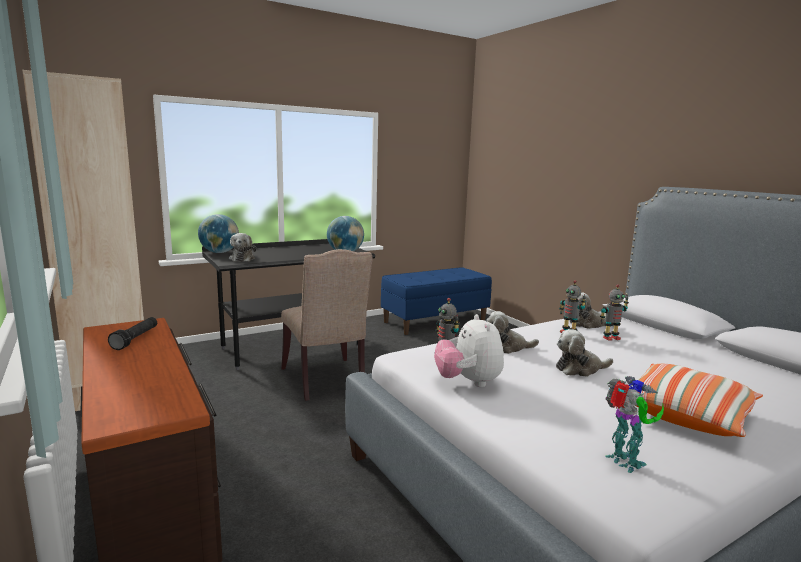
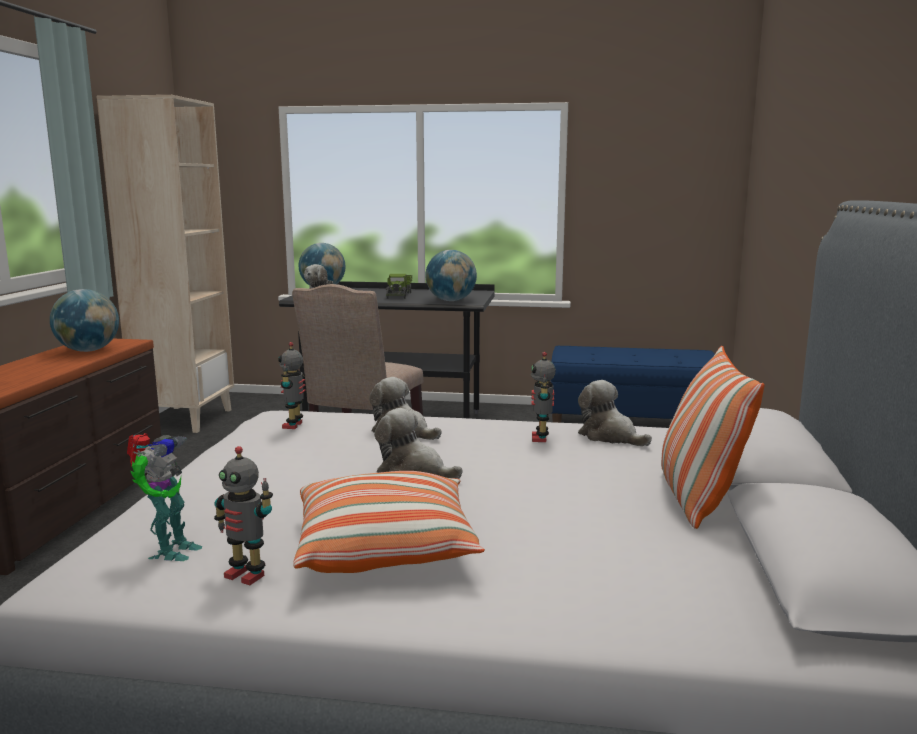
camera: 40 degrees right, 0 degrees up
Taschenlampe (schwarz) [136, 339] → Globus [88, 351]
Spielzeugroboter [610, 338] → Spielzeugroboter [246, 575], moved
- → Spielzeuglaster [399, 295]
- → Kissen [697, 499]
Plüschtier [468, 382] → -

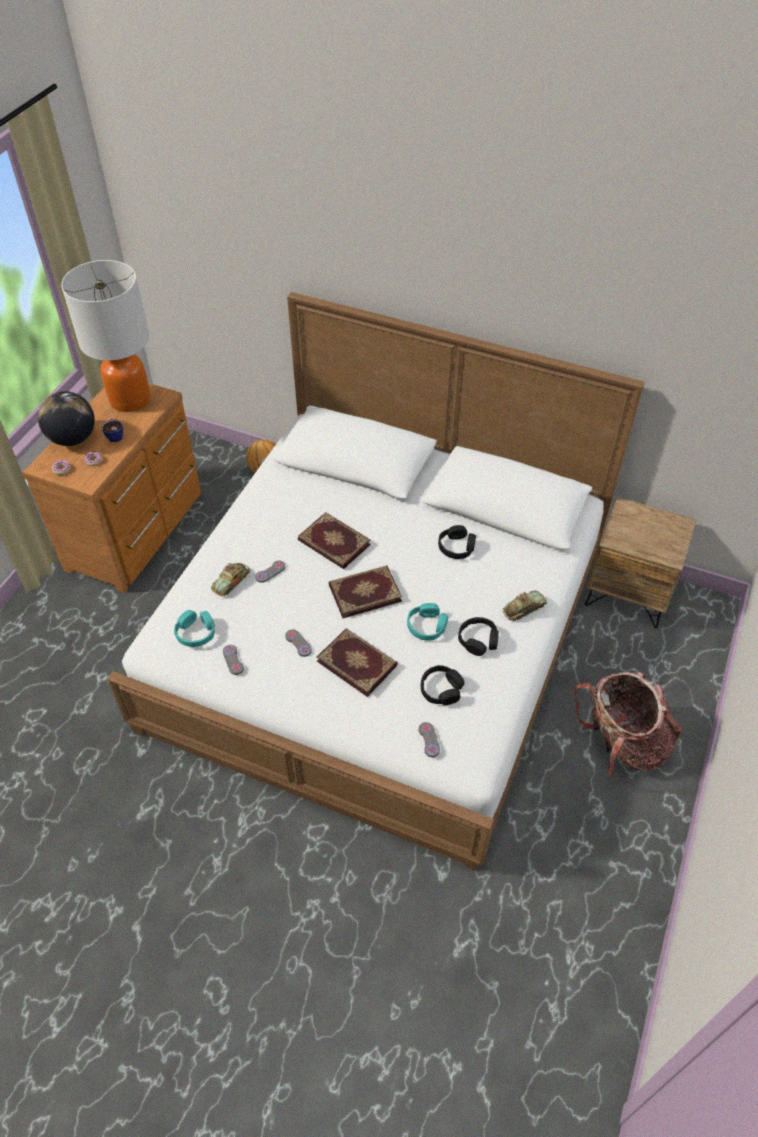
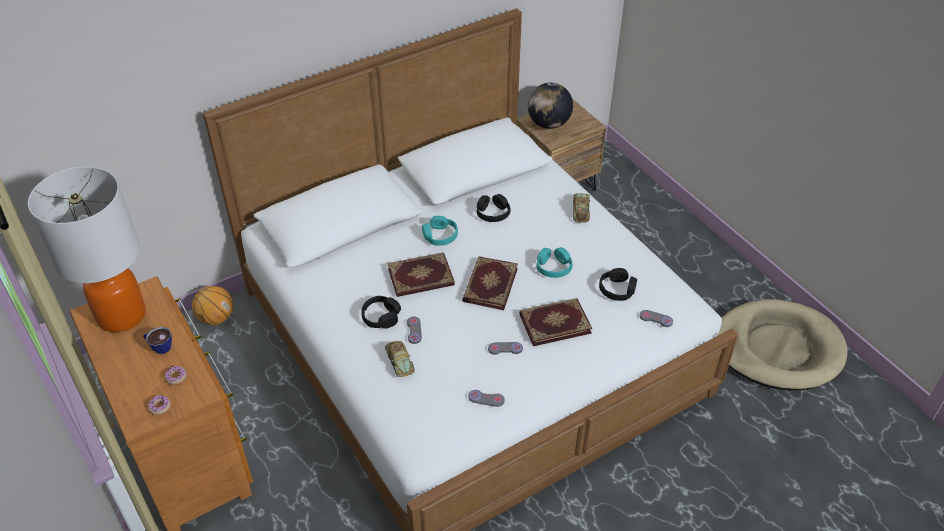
camera: 55 degrees left, 5 degrees down
Kopfhörer (schwarz) [478, 640] → Kopfhörer (schwarz) [381, 317], moved
Kopfhörer (türkis) [196, 633] → Kopfhörer (türkis) [440, 236], moved
Globus [73, 439] → Globus [548, 124], moved
- → Hundebett (beige) [778, 348]
Rucksack [621, 744] → -

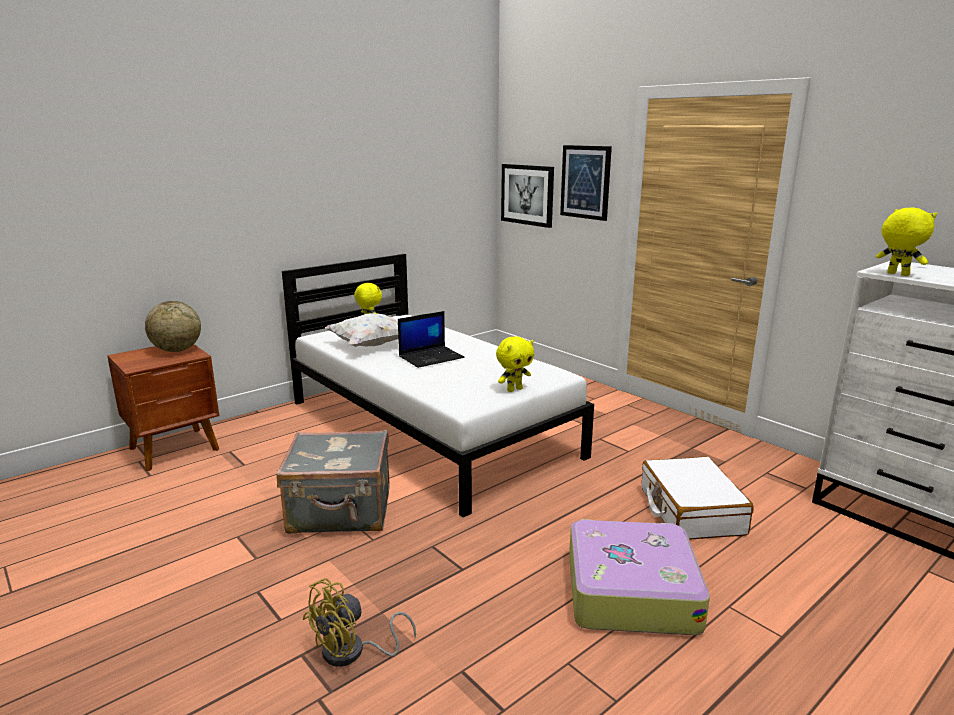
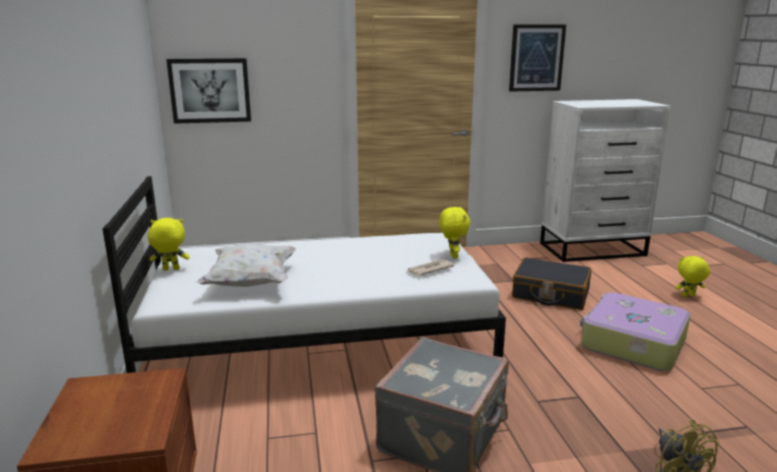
camera: 60 degrees left, 0 degrees up
- → Zeitung [429, 269]
Bild [585, 182] → Bild [536, 58], moved
Koffer (weiß) [690, 511] → Koffer (schwarz) [550, 294]
Plüschtier (gelb) [897, 274] → Plüschtier (gelb) [688, 296], moved
Globus [177, 350] → -
Laptop [431, 357] → -

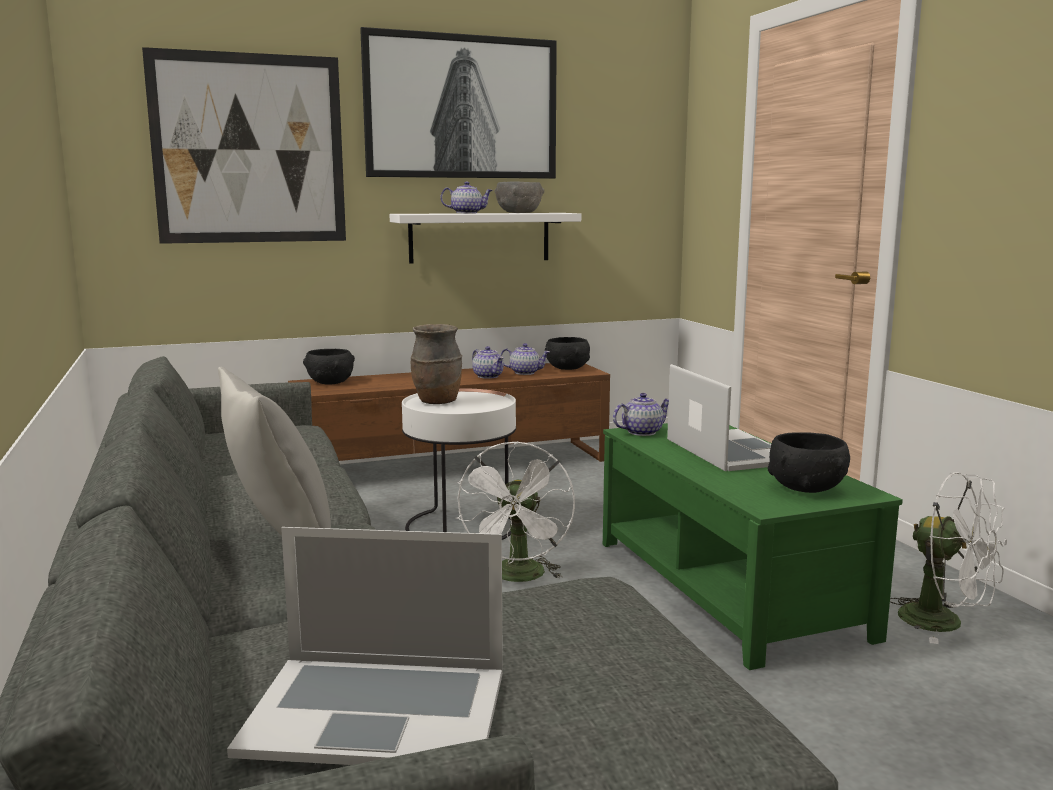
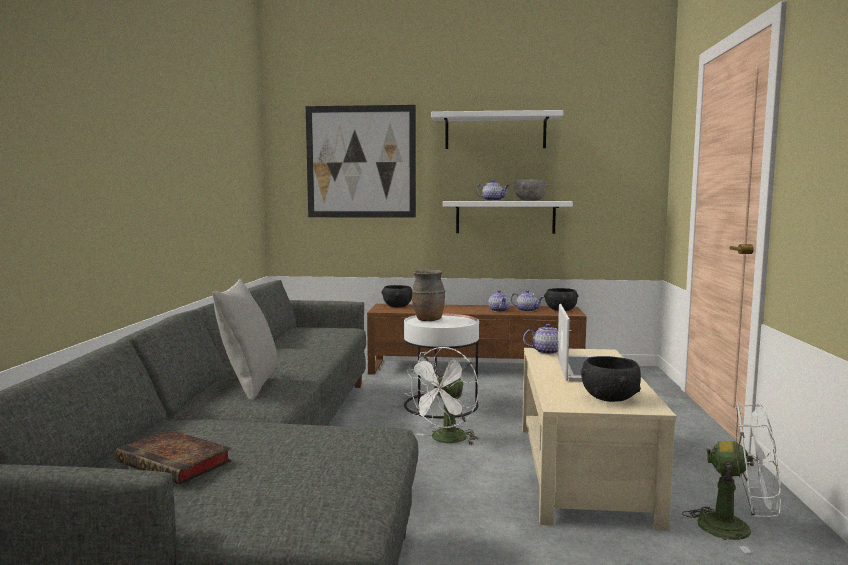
camera: 25 degrees right, 5 degrees down
Laptop [377, 710] → Buch [177, 463]
Bild [461, 107] → Wandregal (weiß) [495, 131]
Couchtisch (grün) [724, 587] → Couchtisch (beige) [580, 471]
Ventilator (weiß) [945, 623] → Ventilator (weiß) [737, 529], 45 degrees counterclockwise

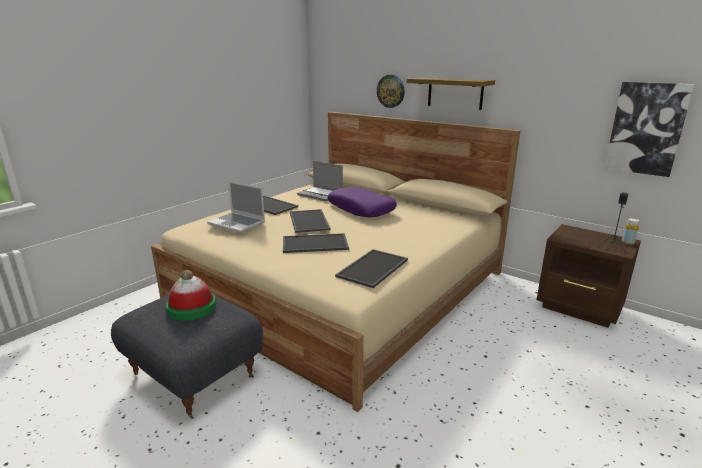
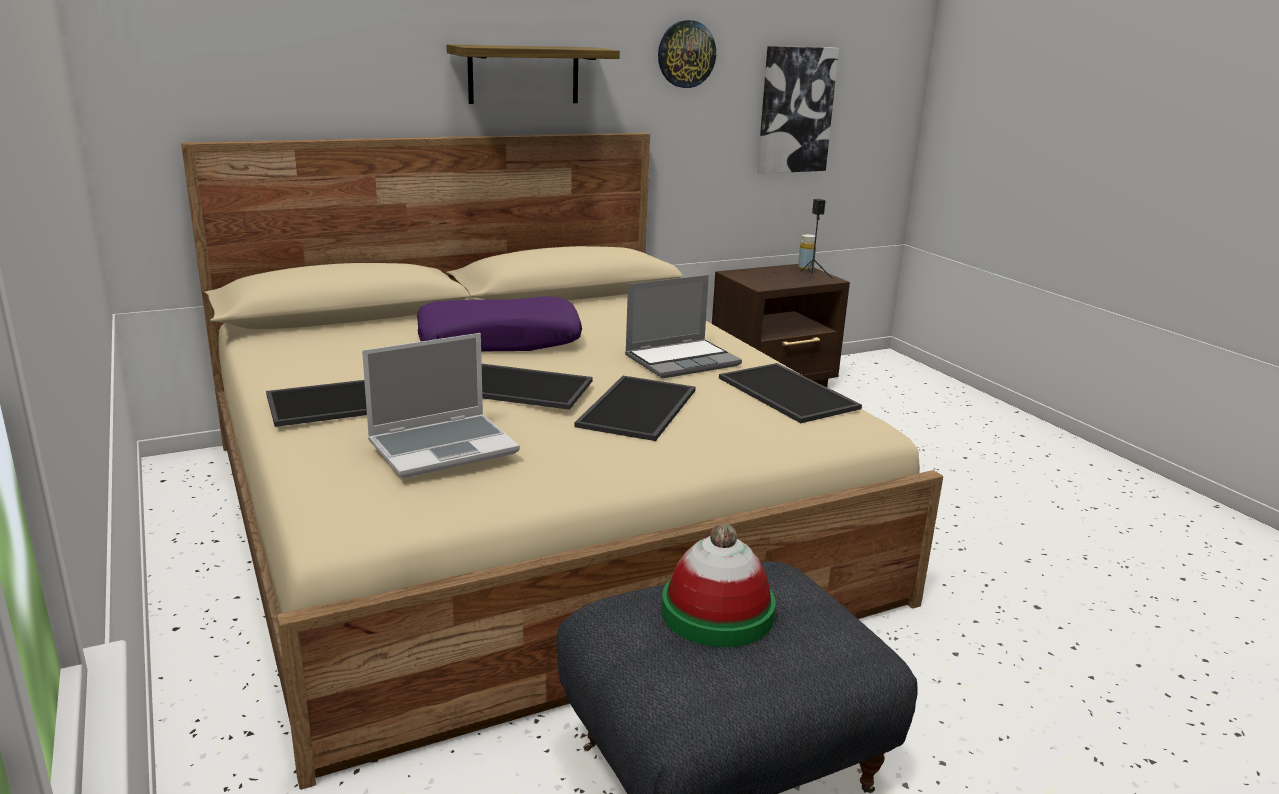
camera: 65 degrees left, 0 degrees up
Laptop [321, 195] → Laptop [682, 360], moved
Wanduhr [391, 91] → Wanduhr [686, 54], moved

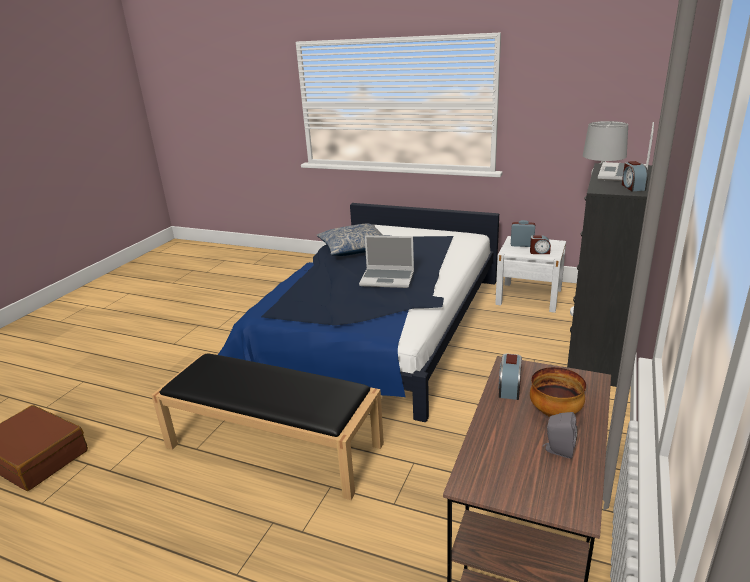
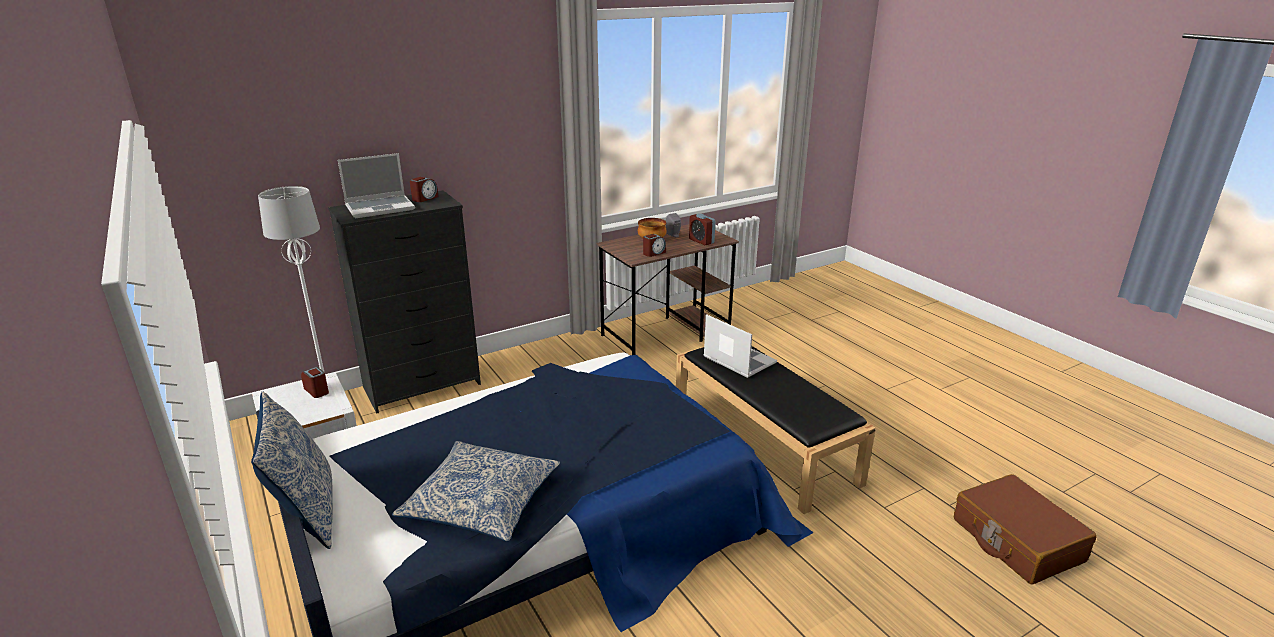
camera: 145 degrees left, 0 degrees up
- → Kissen [306, 514]
Wecker [522, 245] → Wecker [701, 241], moved
Laptop [388, 279] → Laptop [738, 360], moved

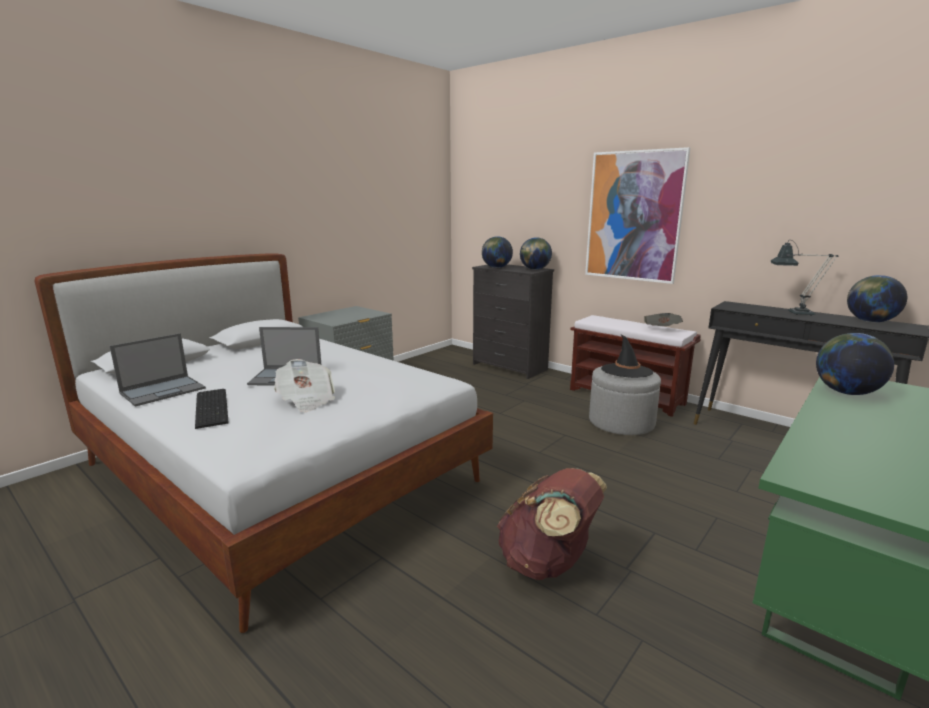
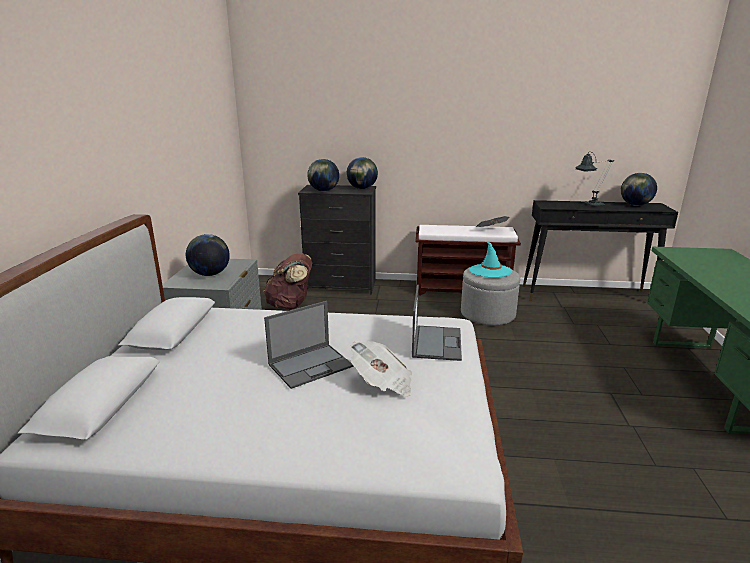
camera: 35 degrees left, 5 degrees up
Globus [846, 392] → Globus [210, 274], moved
Rucksack (braun) [547, 563] → Rucksack (braun) [291, 305], moved
Laptop [164, 390] → Laptop [436, 342], moved
Hut (schwarz) [626, 371] → Hut (türkis) [490, 271]
Tastatur [213, 407] → -
Bild [634, 216] → -

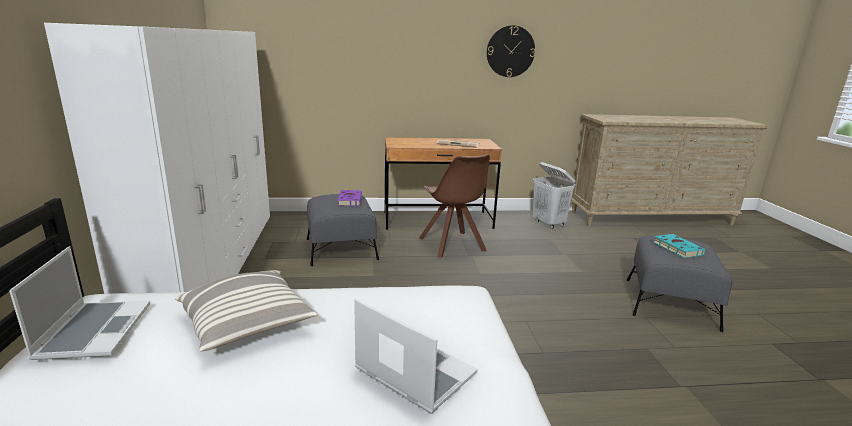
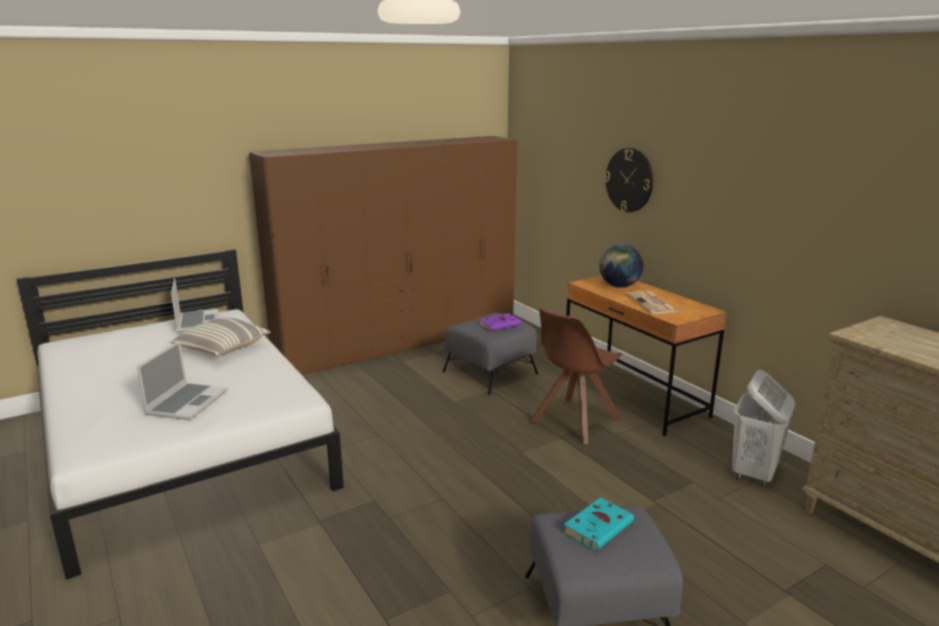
camera: 65 degrees right, 0 degrees up
Laptop [94, 330] → Laptop [197, 322], 75 degrees counterclockwise
Kleiderschrank (weiß) [216, 268] → Kleiderschrank (braun) [400, 343]
- → Globus [619, 286]
Wanduhr [510, 51] → Wanduhr [629, 180], moved

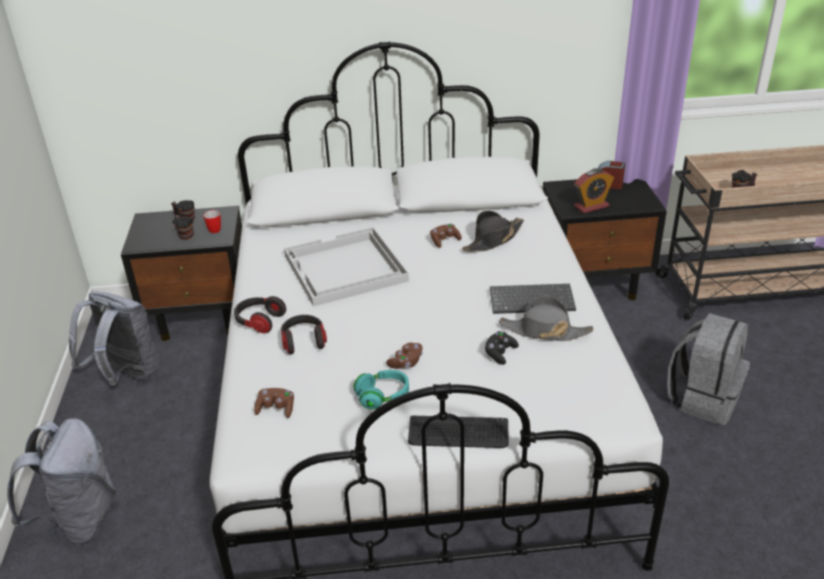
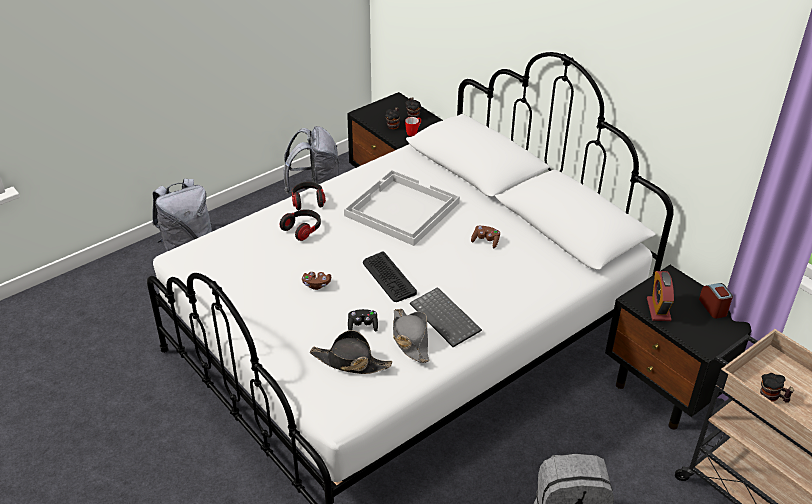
camera: 55 degrees right, 5 degrees up
Hut (schwarz) [493, 240] → Hut (schwarz) [350, 362], moved
Tastatur [458, 433] → Tastatur [388, 277], moved
Wecker [591, 206] → Wecker [658, 309], 60 degrees clockwise
Gamepad (braun) [276, 409] → -
Kopfhörer (türkis) [383, 397] → -

